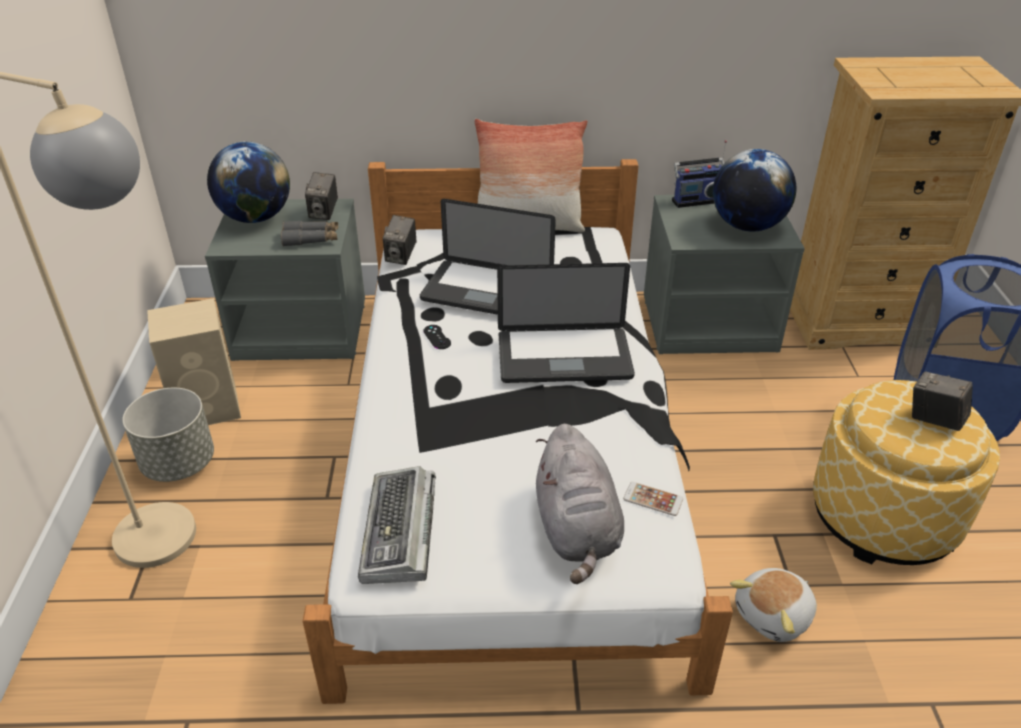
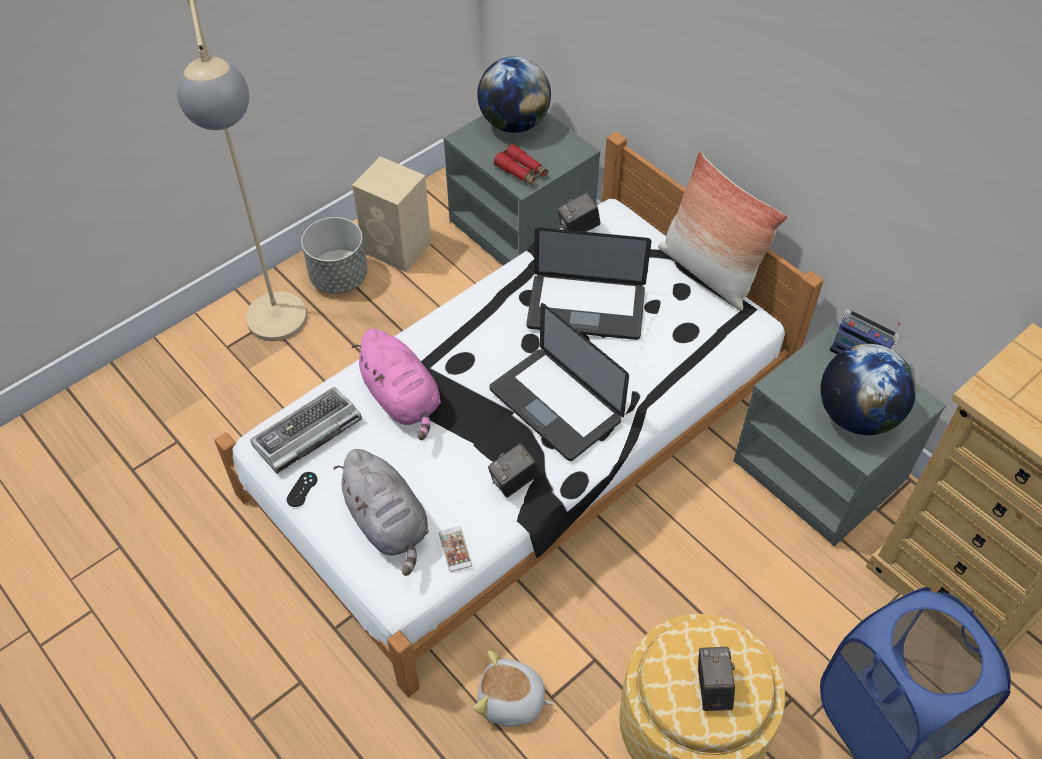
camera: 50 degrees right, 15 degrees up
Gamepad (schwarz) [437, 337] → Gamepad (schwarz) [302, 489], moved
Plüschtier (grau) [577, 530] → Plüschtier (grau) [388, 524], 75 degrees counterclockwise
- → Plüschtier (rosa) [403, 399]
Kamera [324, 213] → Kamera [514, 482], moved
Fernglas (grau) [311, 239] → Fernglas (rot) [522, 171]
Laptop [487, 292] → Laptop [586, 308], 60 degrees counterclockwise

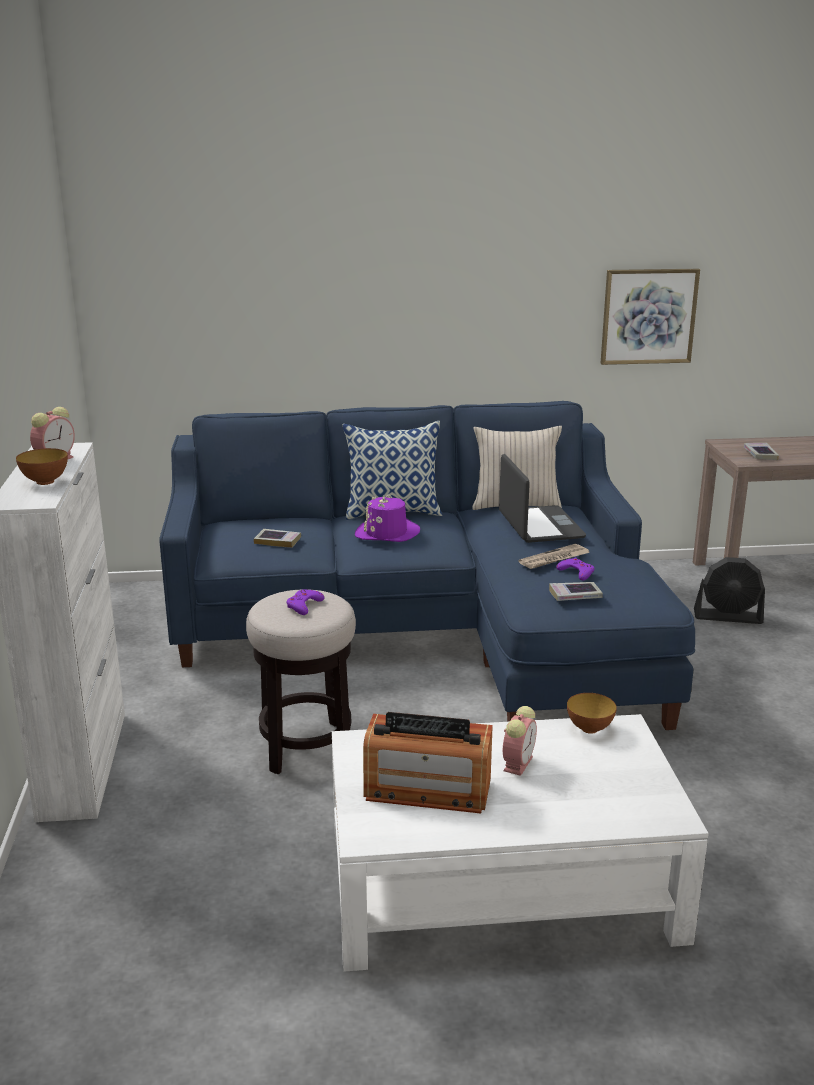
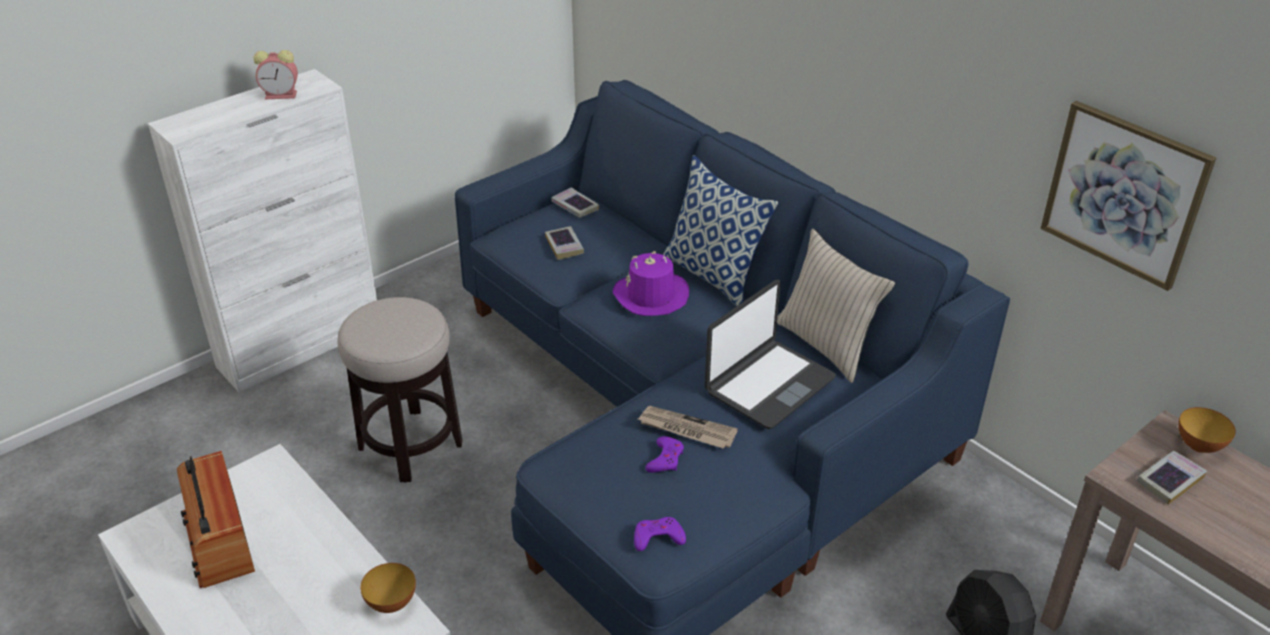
camera: 55 degrees right, 15 degrees up
Buch [575, 595] → Buch [575, 206], moved
Gamepad (lila) [304, 605] → Gamepad (lila) [658, 537], moved
Schüssel [45, 482] → Schüssel [1198, 446], moved
Wecker [518, 762] → -

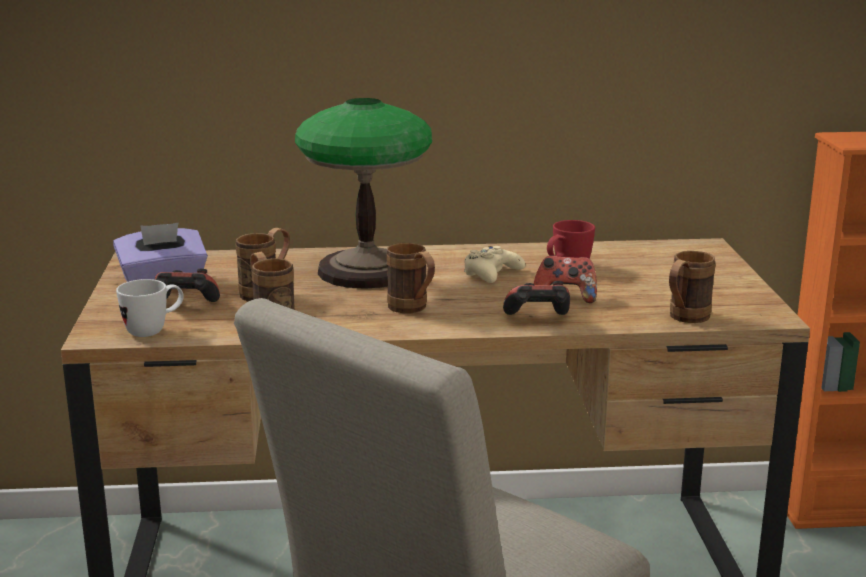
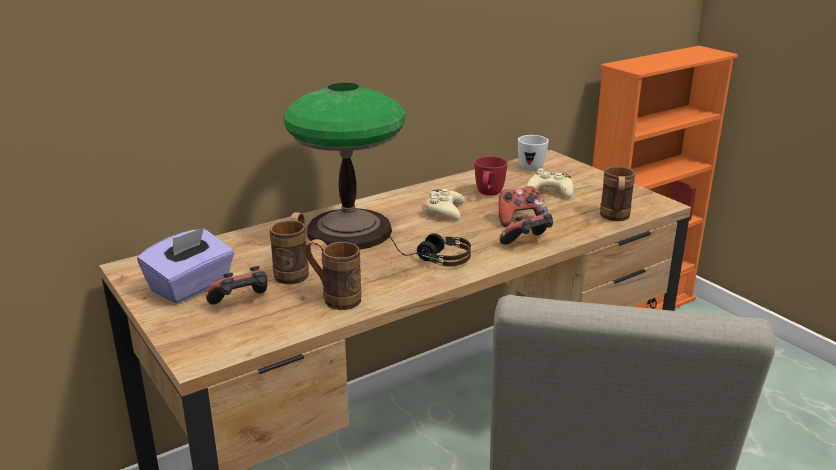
camera: 30 degrees left, 5 degrees up
Henkelbecher (braun) [412, 309] → Kopfhörer [430, 257]
Henkelbecher (weiß) [154, 330] → Henkelbecher (weiß) [532, 166], moved
- → Gamepad (beige) [550, 192]

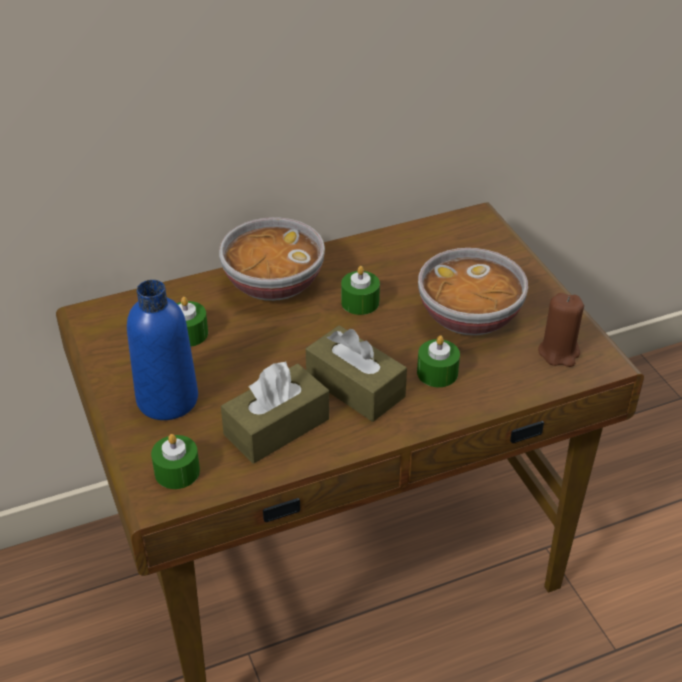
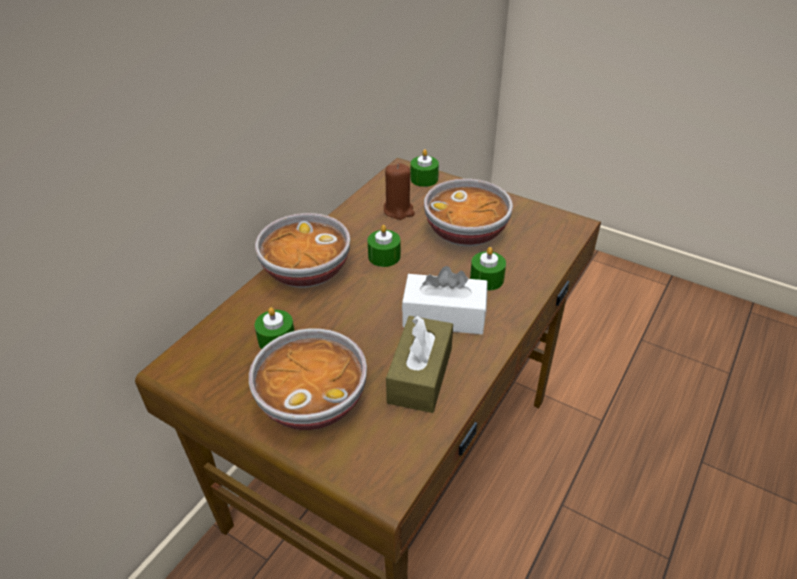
camera: 35 degrees left, 0 degrees up
Flasche (blau) [167, 399] → Schüssel [312, 400]
Kerze (braun) [559, 352] → Kerze (braun) [398, 210], moved
Taschentuchbox (braun) [355, 387] → Taschentuchbox (weiß) [444, 316]
Kerze (grün) [177, 471] → Kerze (grün) [424, 179], moved

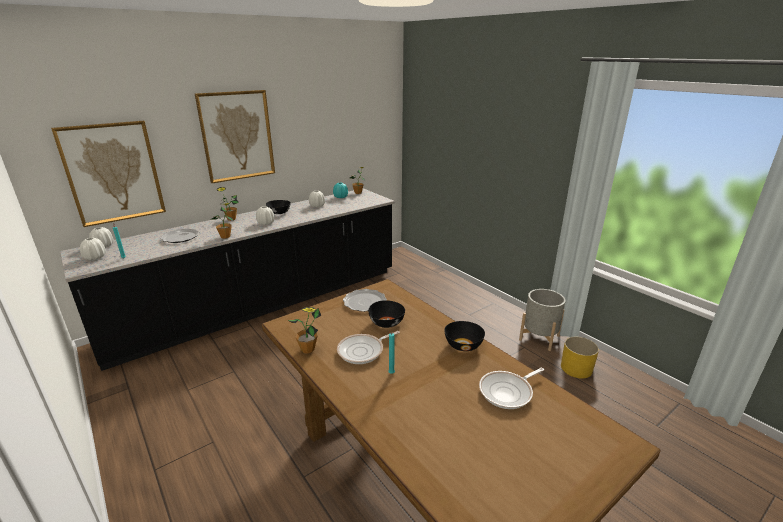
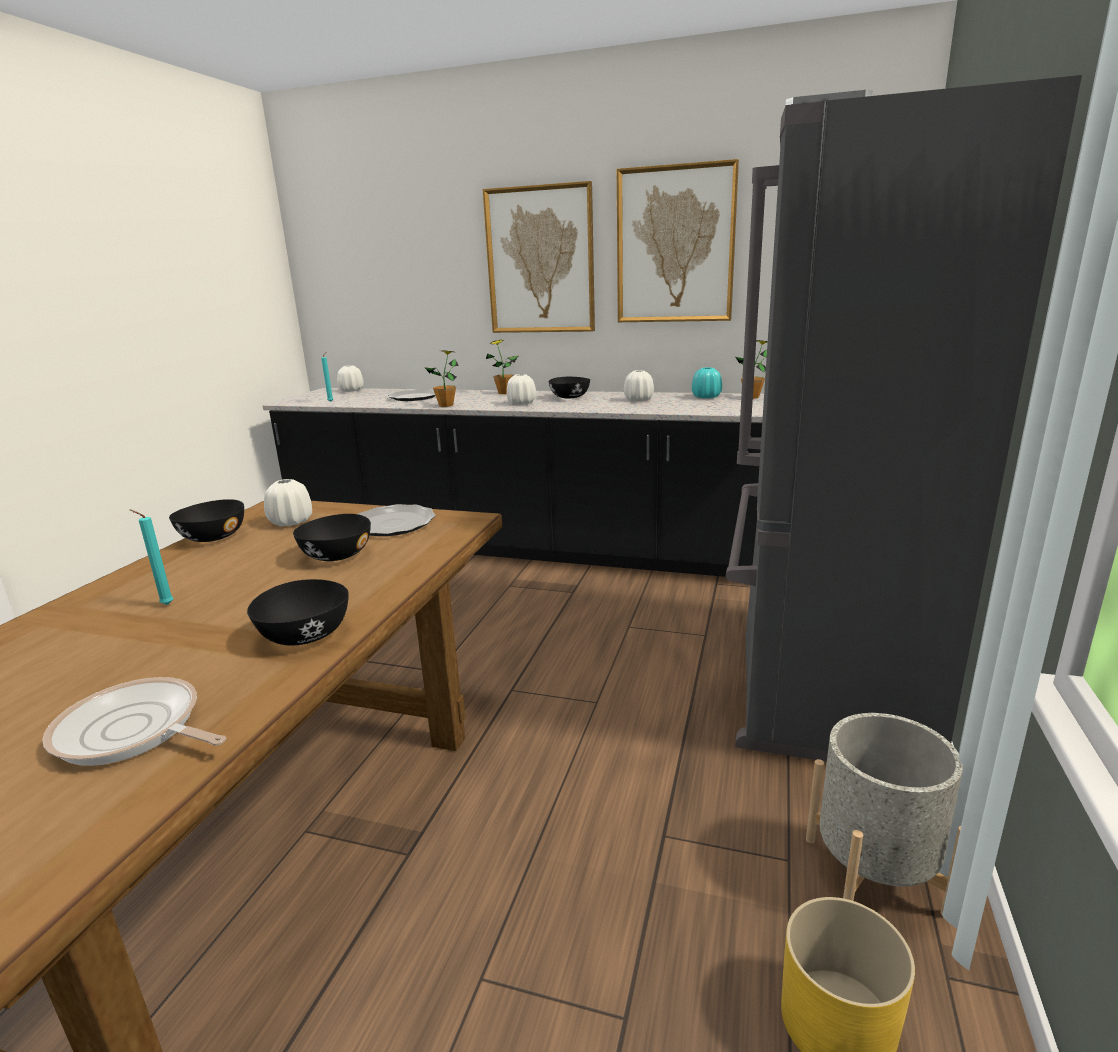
camera: 55 degrees right, 5 degrees down
Topfpflanze [308, 349] → Schüssel (schwarz) [213, 537]
Vase (weiß) [95, 257] → Vase (weiß) [291, 522], moved
Bild [113, 173] → Bild [675, 245], moved
- → Kühlschrank (grau) [820, 680]
Pfanne [363, 351] → -

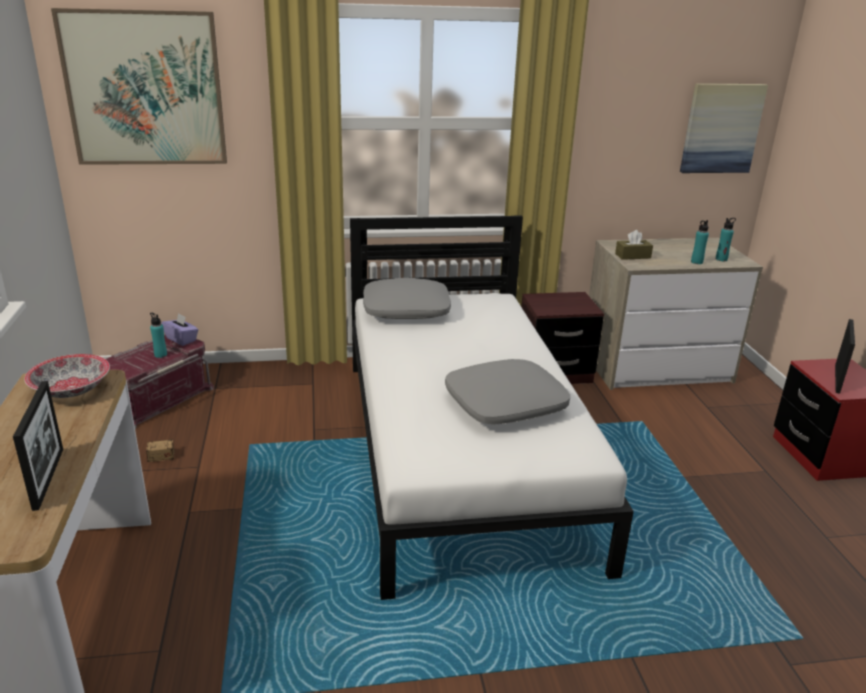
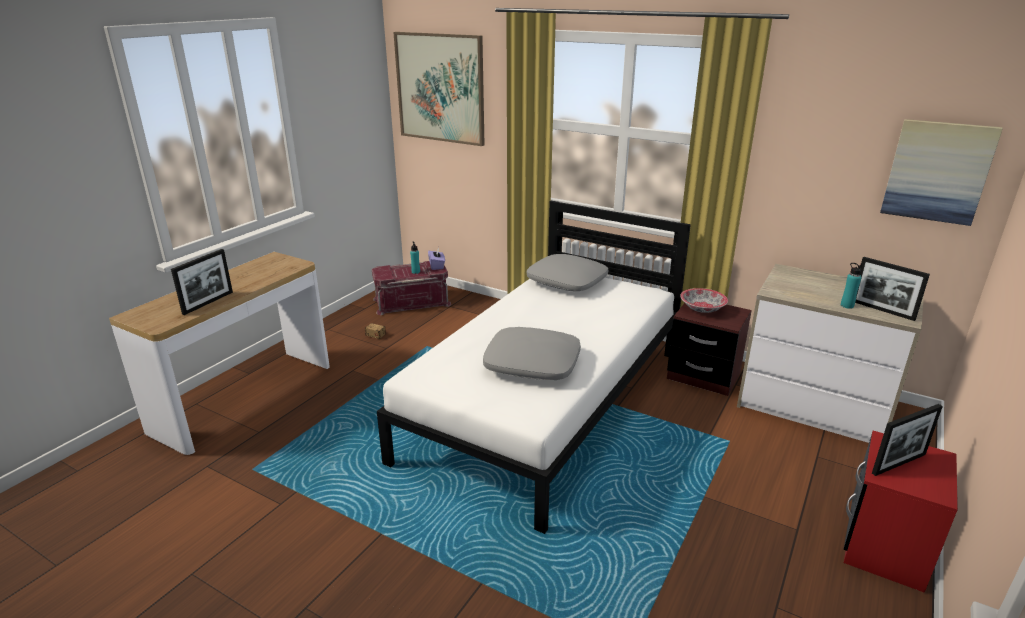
camera: 40 degrees right, 0 degrees up
Schüssel [71, 389] → Schüssel [702, 308], moved
Flasche (türkis) [721, 259] → Bilderrahmen [882, 310]
Taschentuchbox (braun) [632, 256] → -

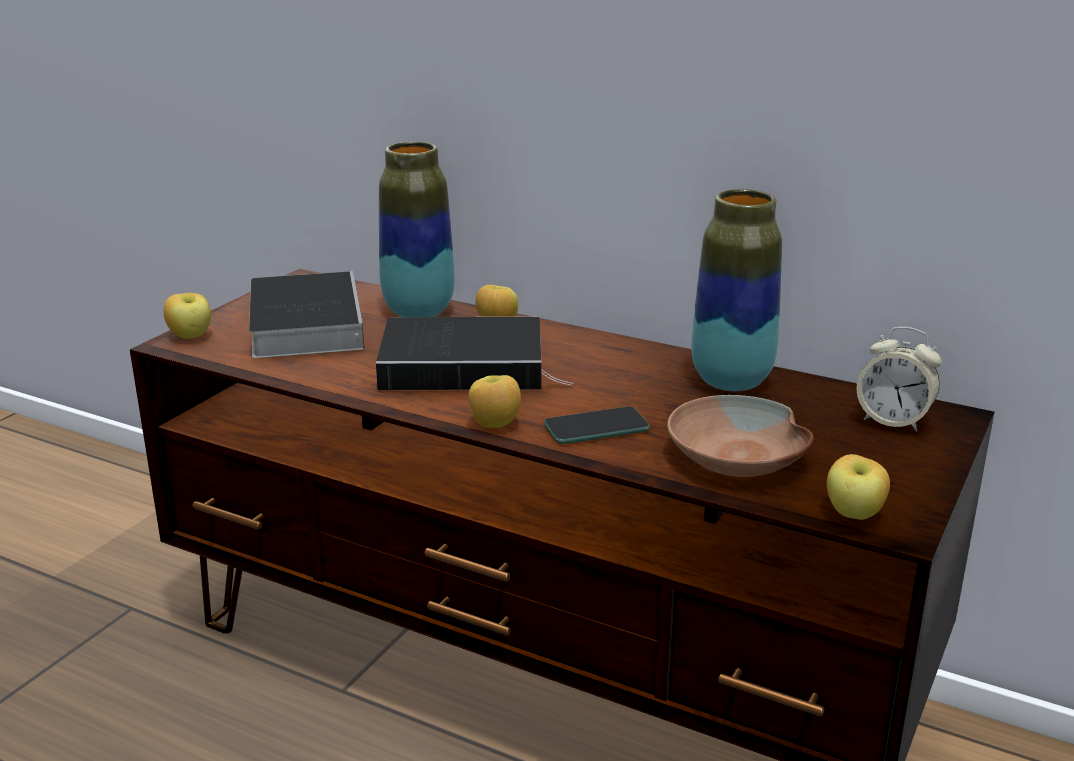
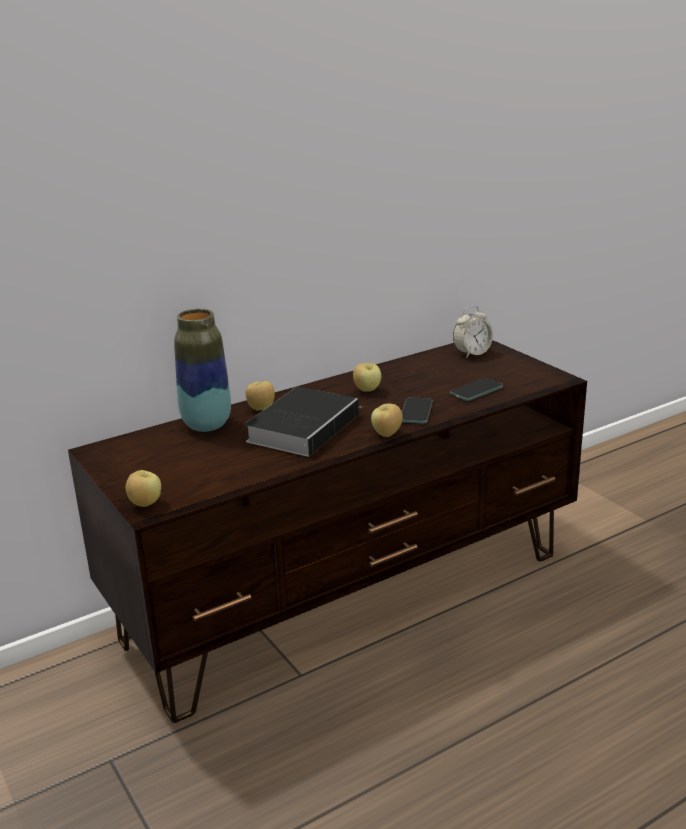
camera: 60 degrees left, 0 degrees up
Apfel [854, 514] → Apfel [367, 390], moved
Schüssel (braun) [737, 458] → Handy [476, 390]
Buch [305, 323] → -
Vase [731, 381] → -

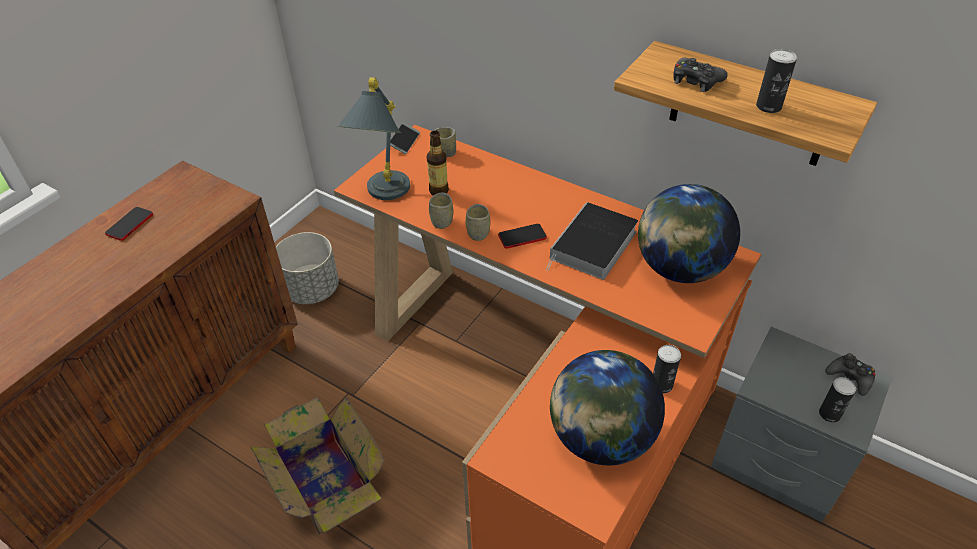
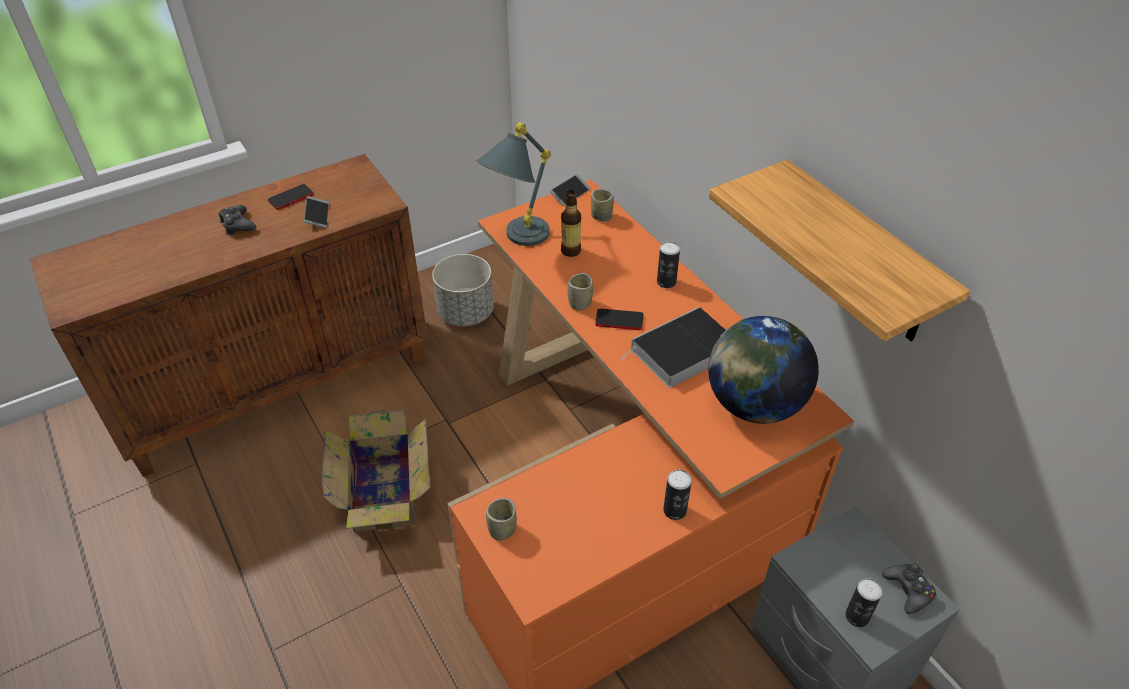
camera: 25 degrees right, 0 degrees up
Gamepad (schwarz) [696, 81] → Gamepad (schwarz) [237, 225], moved
- → Handy [317, 216]
Tasse [442, 222] → Tasse [502, 530], moved
Dose [768, 106] → Dose [666, 282], moved
Globus [600, 438] → -

